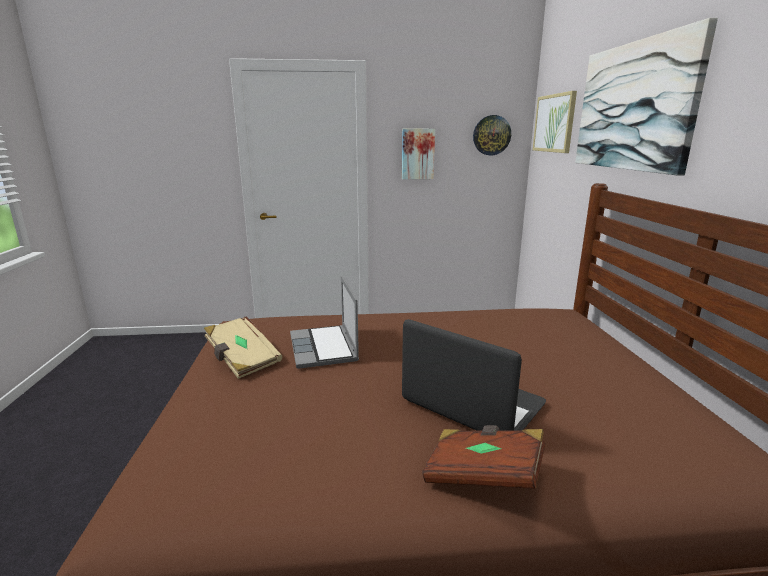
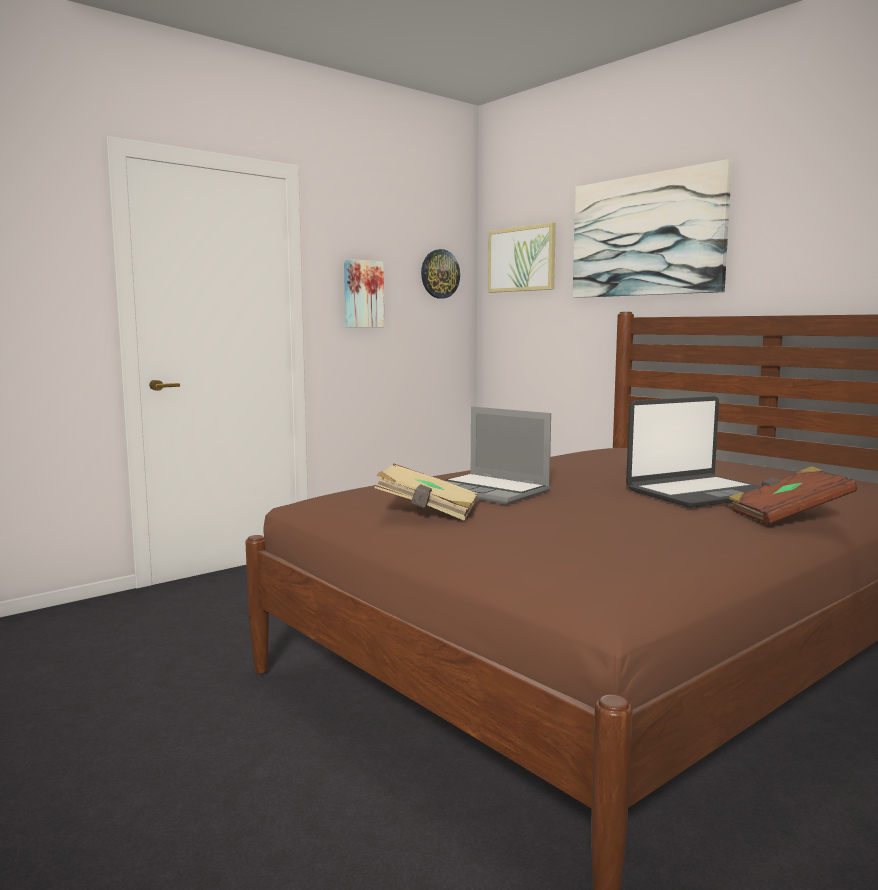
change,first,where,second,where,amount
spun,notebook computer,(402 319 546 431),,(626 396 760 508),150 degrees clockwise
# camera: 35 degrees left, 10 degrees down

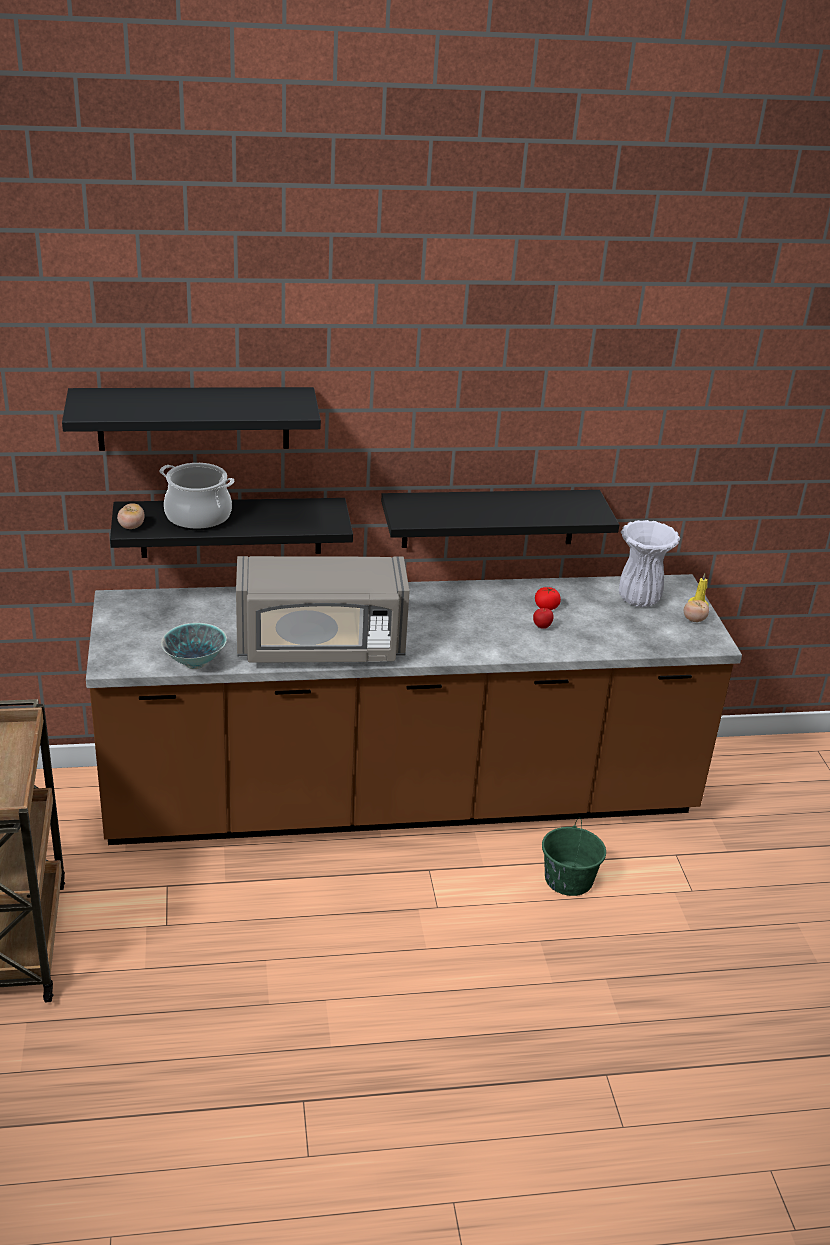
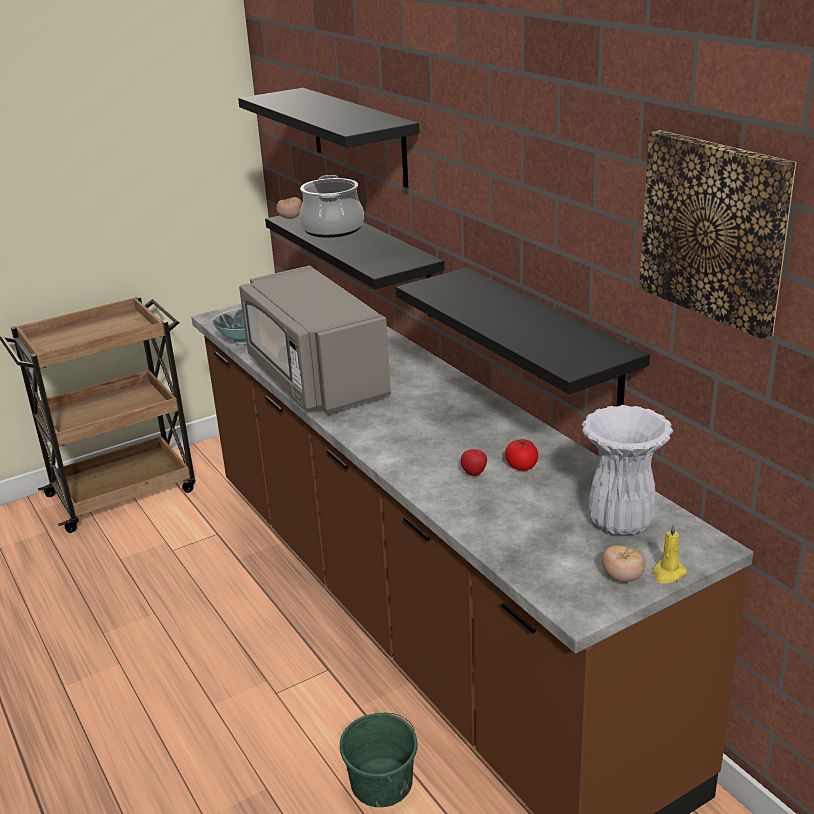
change,first,where,second,where,amount
appeared,,,picture,(639 130 797 339),
# camera: 70 degrees right, 5 degrees down

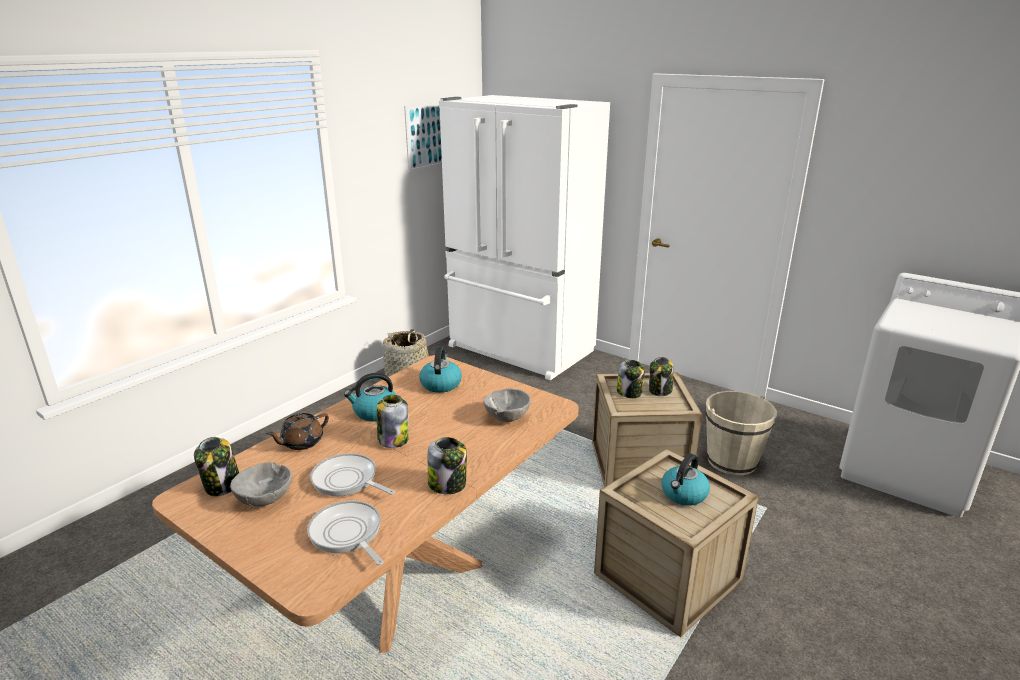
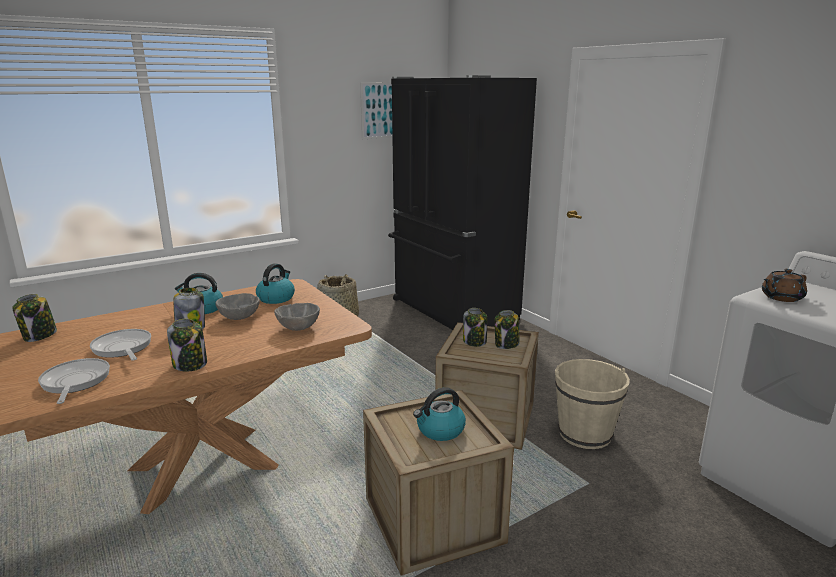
change,first,where,second,where,amount
relocated,gray serving bowl,(230 462 292 507),,(215 293 260 320),
relocated,brown-coloured pot for tea,(266 413 329 450),,(762 269 807 302),
colour,whitish refrigerator,(439 95 610 380),blackish refrigerator,(388 75 537 330),
# camera: 20 degrees right, 5 degrees down

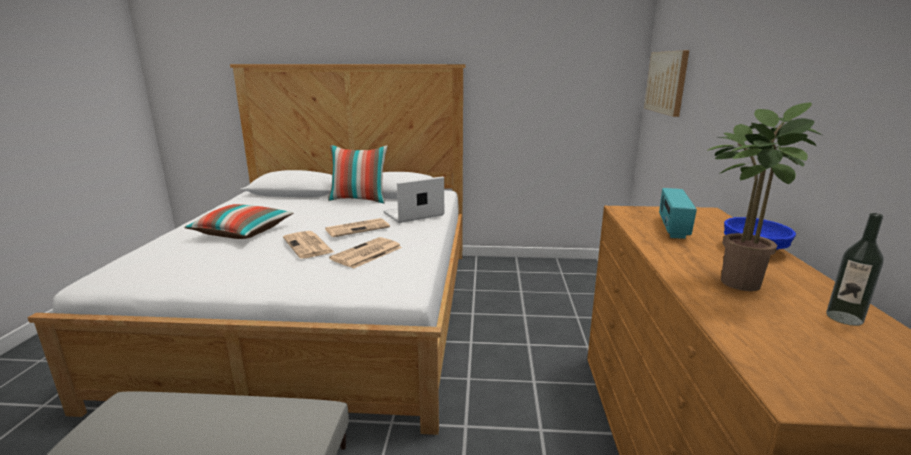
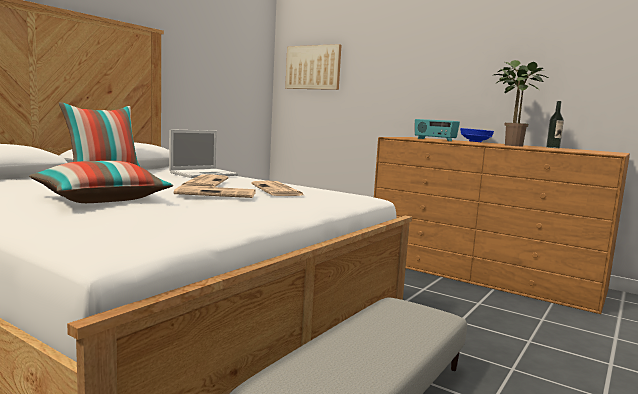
change,first,where,second,where,amount
spun,notebook computer,(384 176 444 223),,(169 129 238 178),135 degrees counterclockwise
# camera: 60 degrees left, 10 degrees down

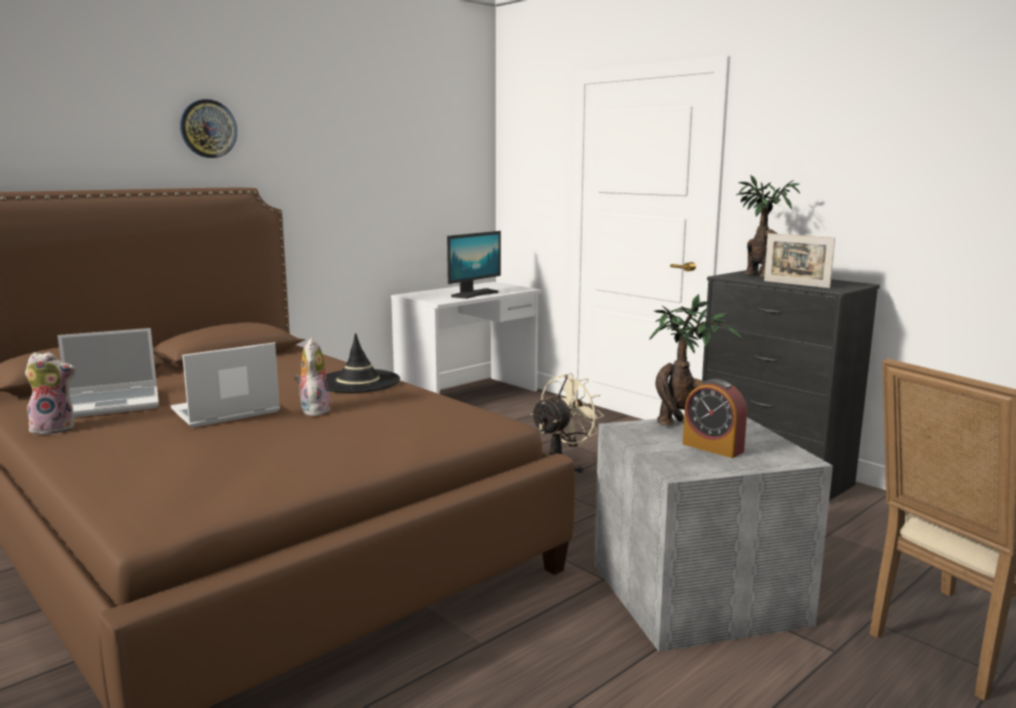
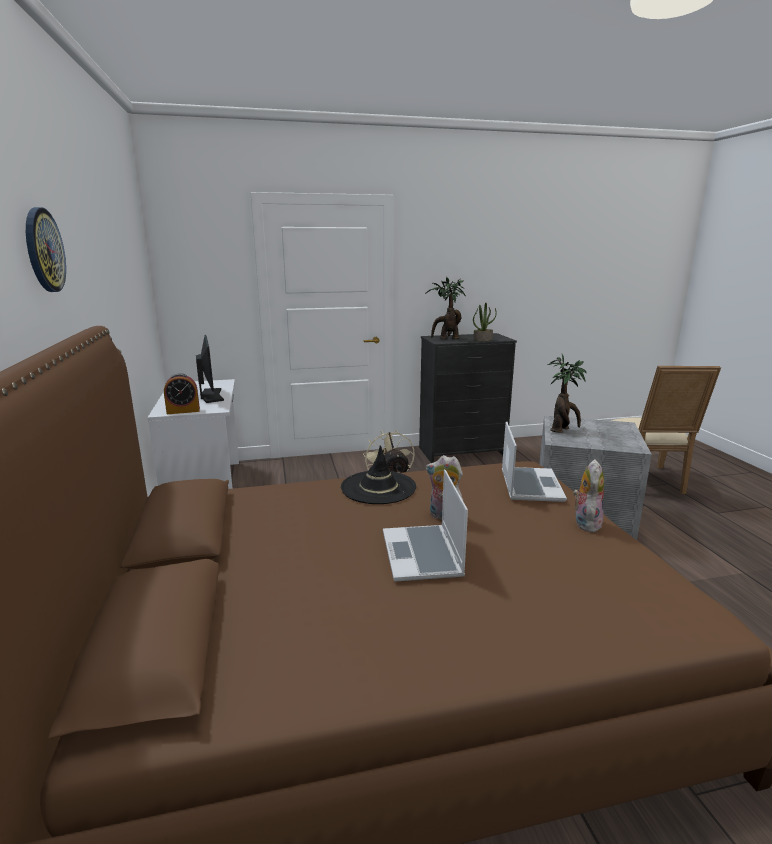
change,first,where,second,where,amount
relocated,soft toy,(25 352 76 435),,(573 459 604 532),
relocated,notebook computer,(57 328 159 417),,(502 422 567 502),
relocated,alarm clock,(683 379 747 458),,(164 373 200 414),
exchanged,picture frame,(764 233 835 288),potted plant,(473 303 497 341),
# camera: 60 degrees left, 5 degrees up

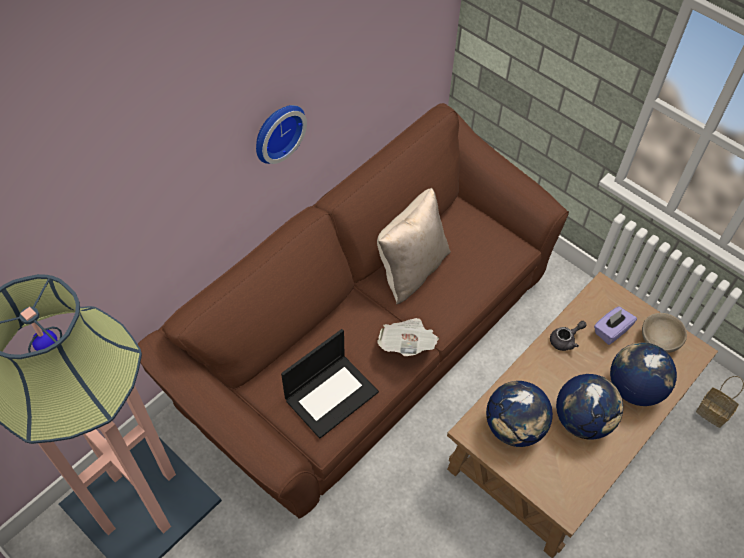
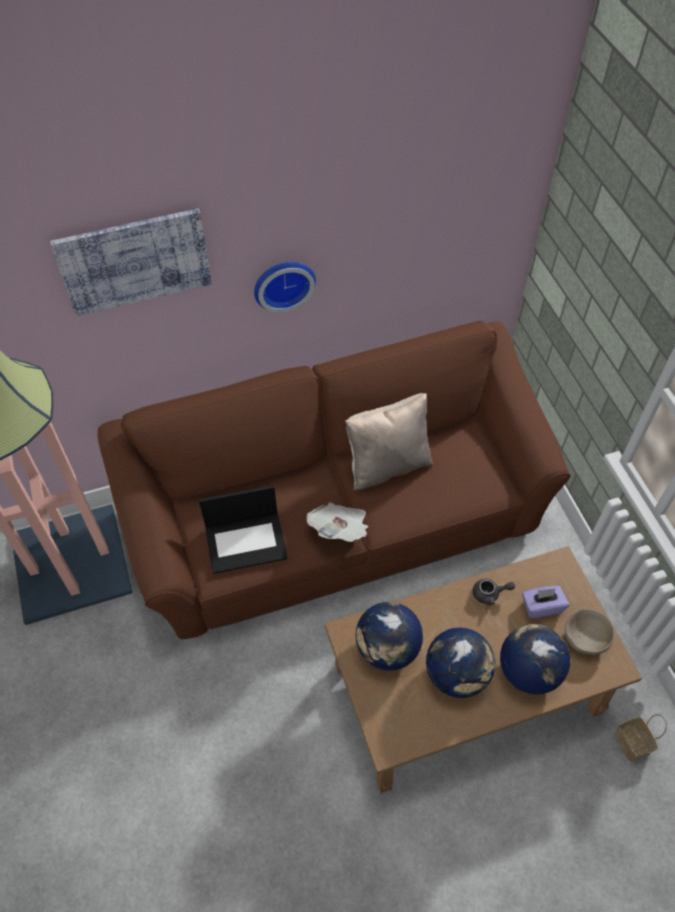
change,first,where,second,where,amount
appeared,,,picture,(50 208 212 316),
# camera: 30 degrees right, 0 degrees up

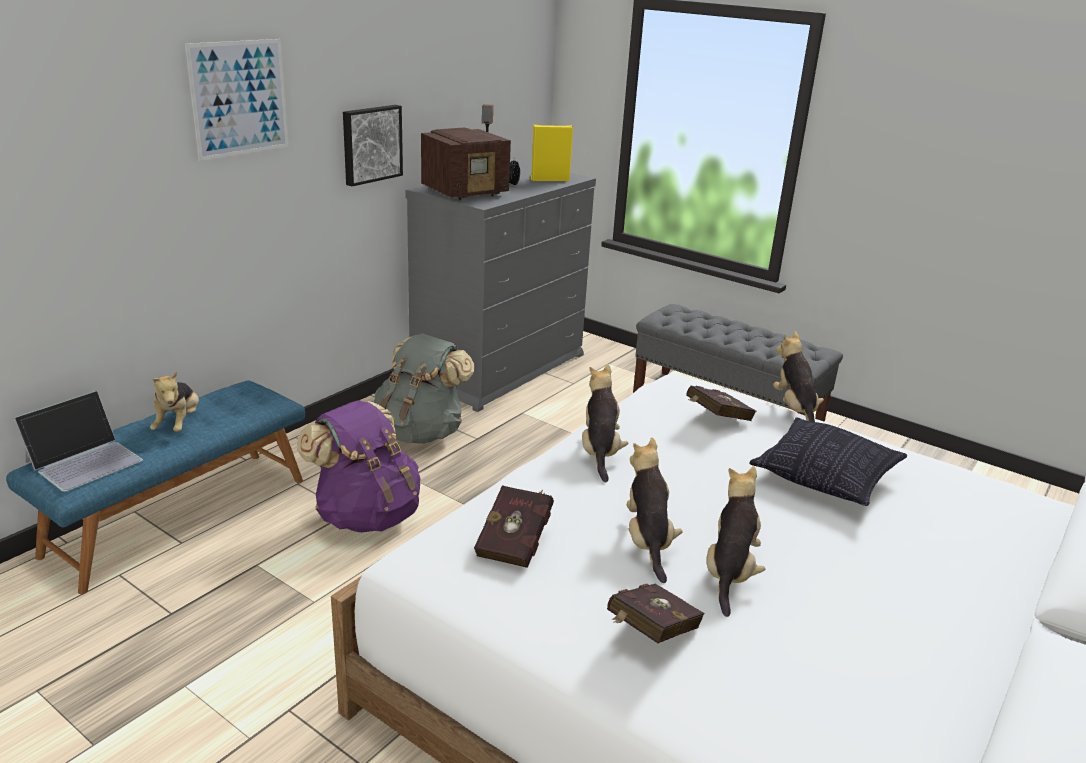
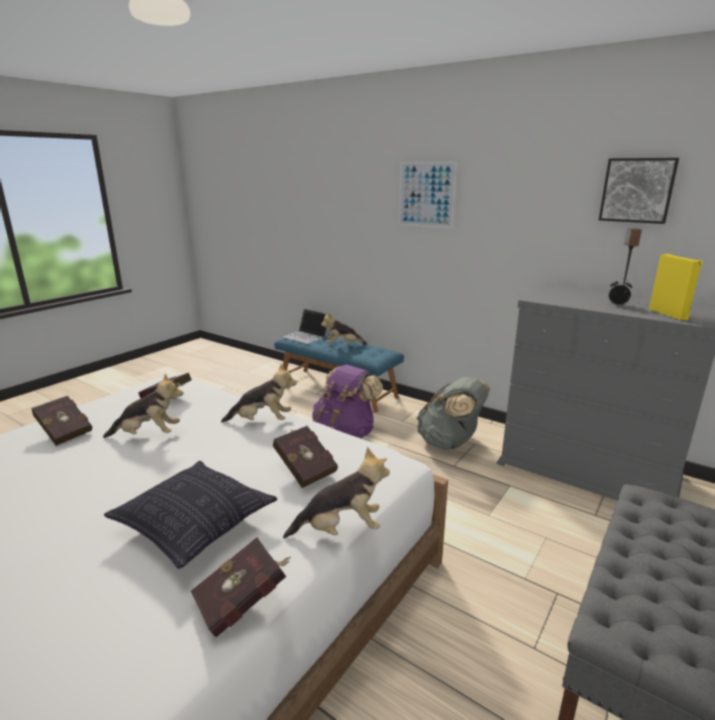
change,first,where,second,where,amount
relocated,picture,(343 105 403 186),,(599 158 679 224),
missing,radio,(421 128 511 200),,,
missing,soft toy,(707 466 765 617),,,
appeared,,,red-coloured bound book,(191 538 291 637),
# camera: 90 degrees right, 5 degrees down

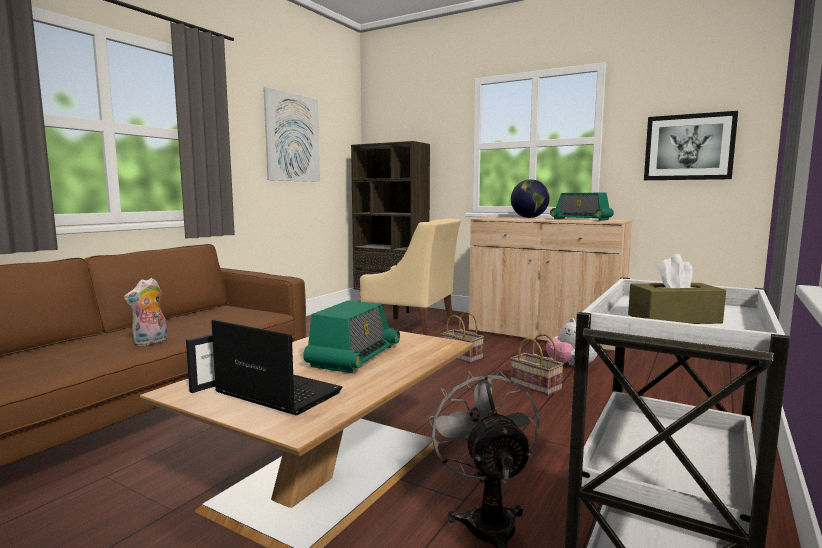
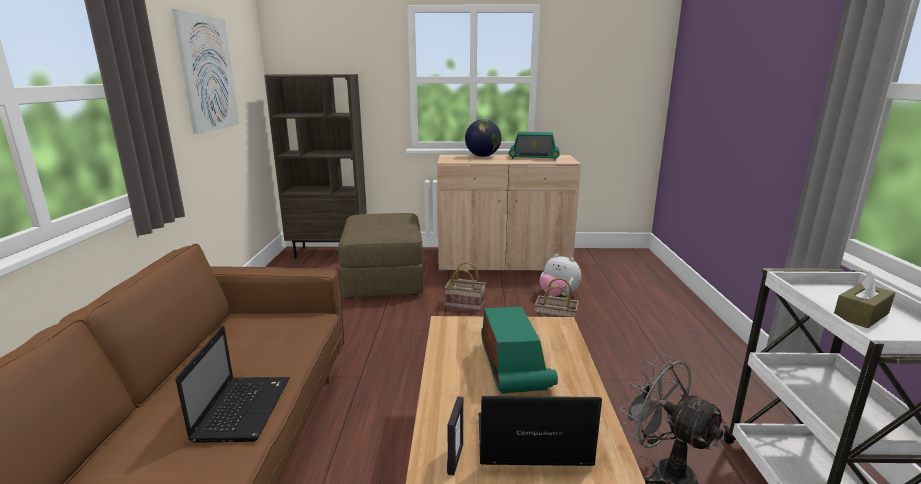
change,first,where,second,where,amount
exchanged,soft toy,(124 278 168 346),notebook computer,(175 326 290 443),
exchanged,beige armchair,(360 219 461 336),brown-coloured pouffe,(338 213 424 298),
missing,picture,(644 111 738 180),,,
# camera: 30 degrees left, 10 degrees up

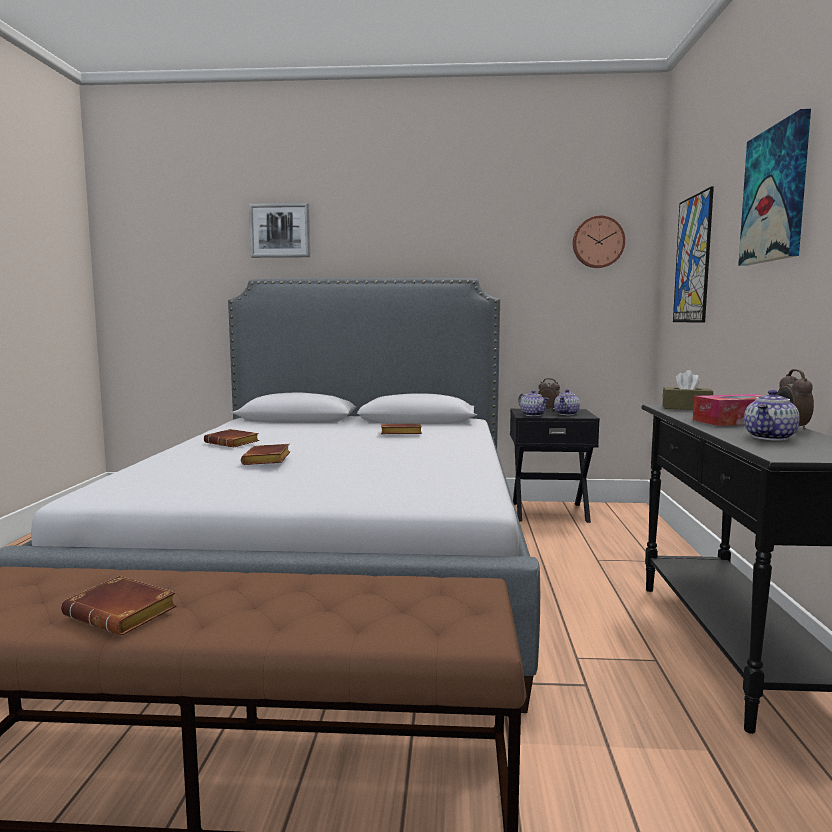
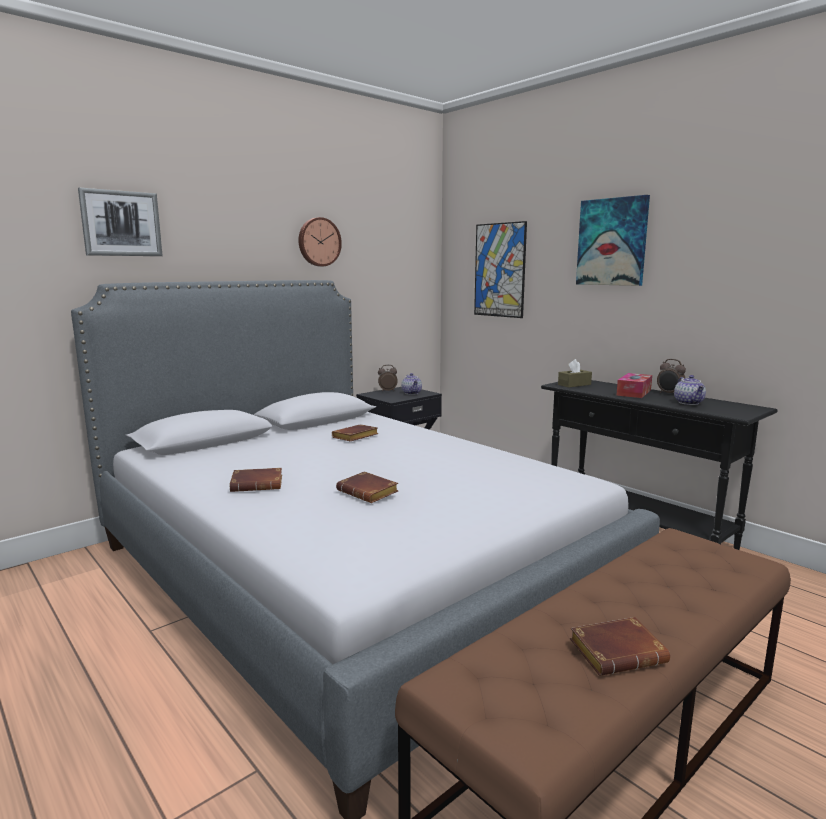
change,first,where,second,where,amount
missing,pot for tea,(518 390 549 416),,,
relocated,wall clock,(573 215 625 268),,(298 217 342 266),
# camera: 45 degrees left, 5 degrees up

